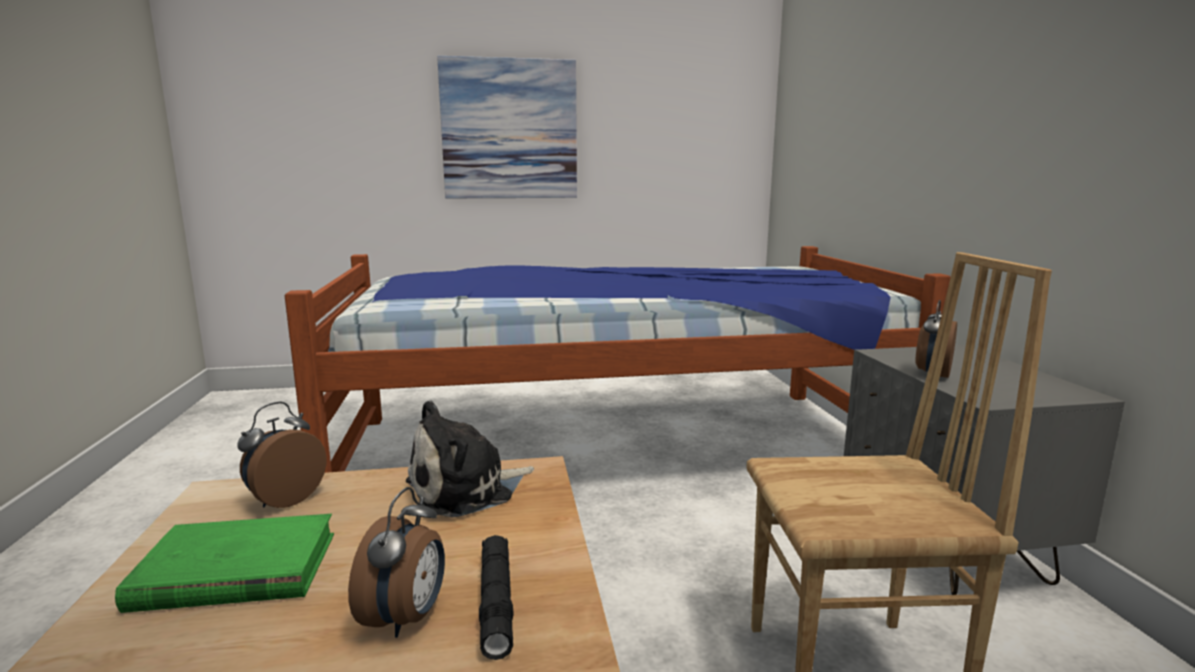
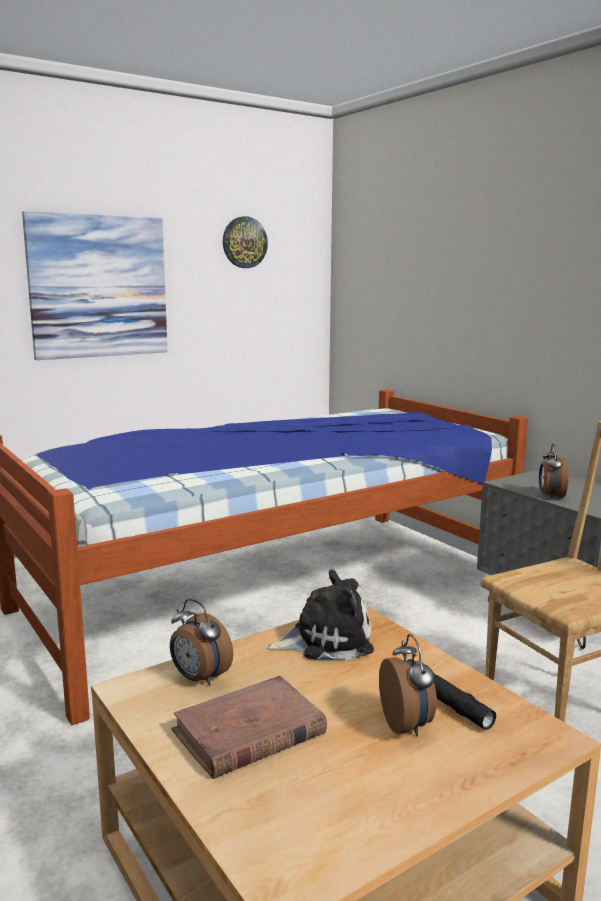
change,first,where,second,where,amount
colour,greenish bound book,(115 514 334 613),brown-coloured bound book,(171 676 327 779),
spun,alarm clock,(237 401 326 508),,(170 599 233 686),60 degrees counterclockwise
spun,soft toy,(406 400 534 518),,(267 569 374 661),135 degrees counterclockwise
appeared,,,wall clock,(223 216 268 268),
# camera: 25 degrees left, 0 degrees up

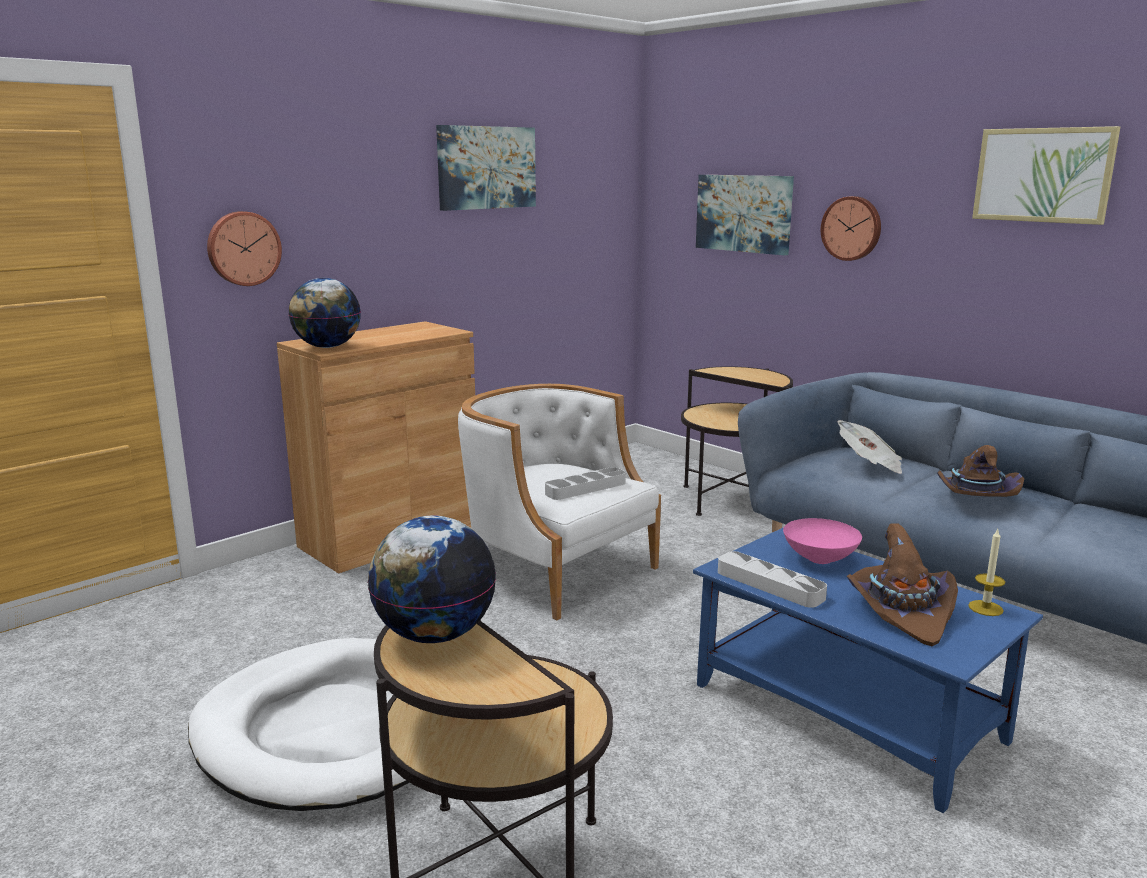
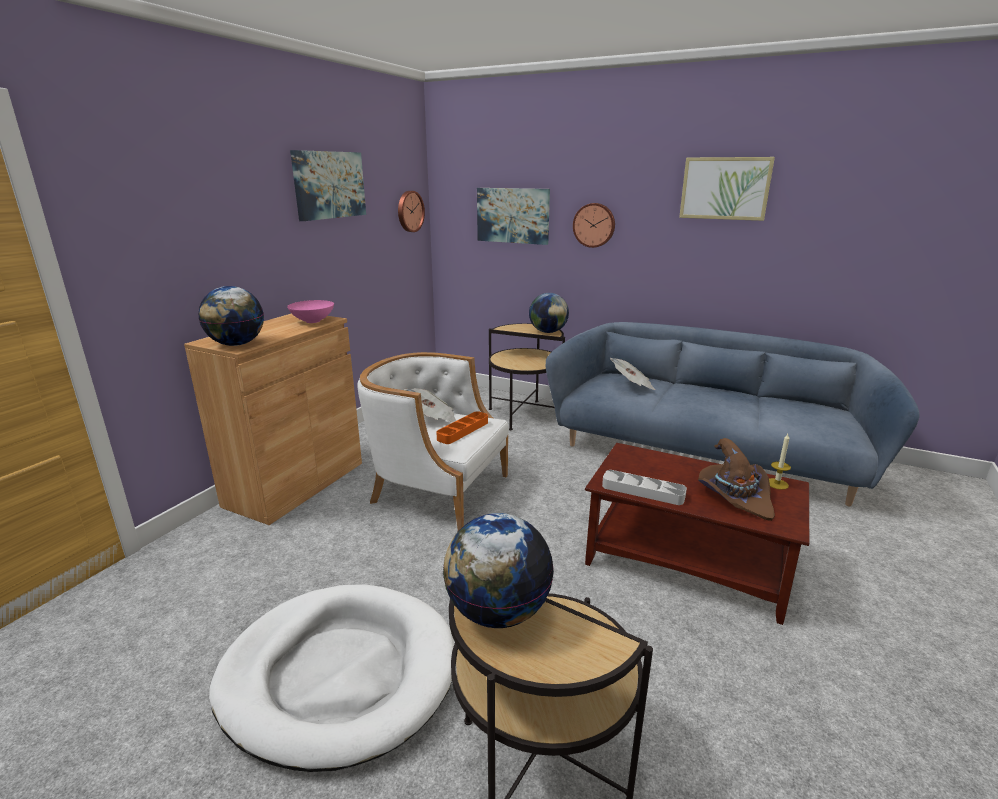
change,first,where,second,where,amount
relocated,wall clock,(207 211 282 286),,(398 191 425 232),
colour,gray serving tray,(545 467 626 500),orange-coloured serving tray,(436 411 488 444),
colour,blue low table,(693 528 1043 813),brown-coloured low table,(585 443 809 625),
relocated,pink-coloured serving bowl,(783 518 862 564),,(287 300 334 323),
missing,brown-coloured hat,(937 445 1024 497),,,
appeared,,,printed paper,(404 388 456 422),
appeared,,,world globe,(529 293 569 333),
# camera: 20 degrees left, 5 degrees up

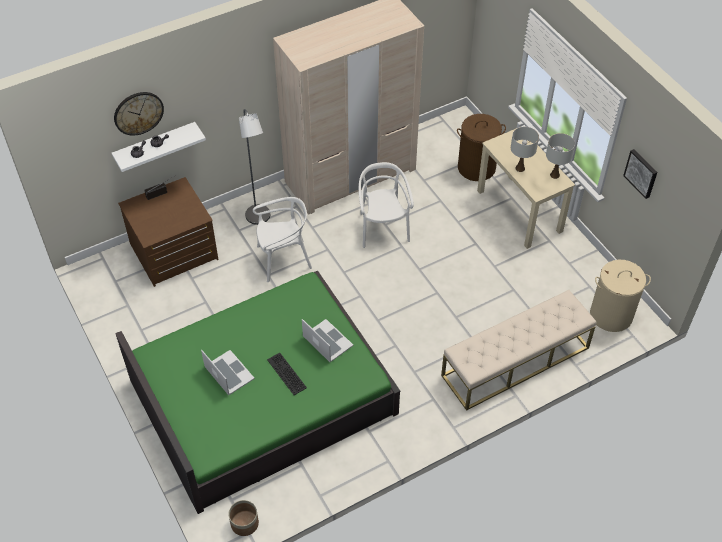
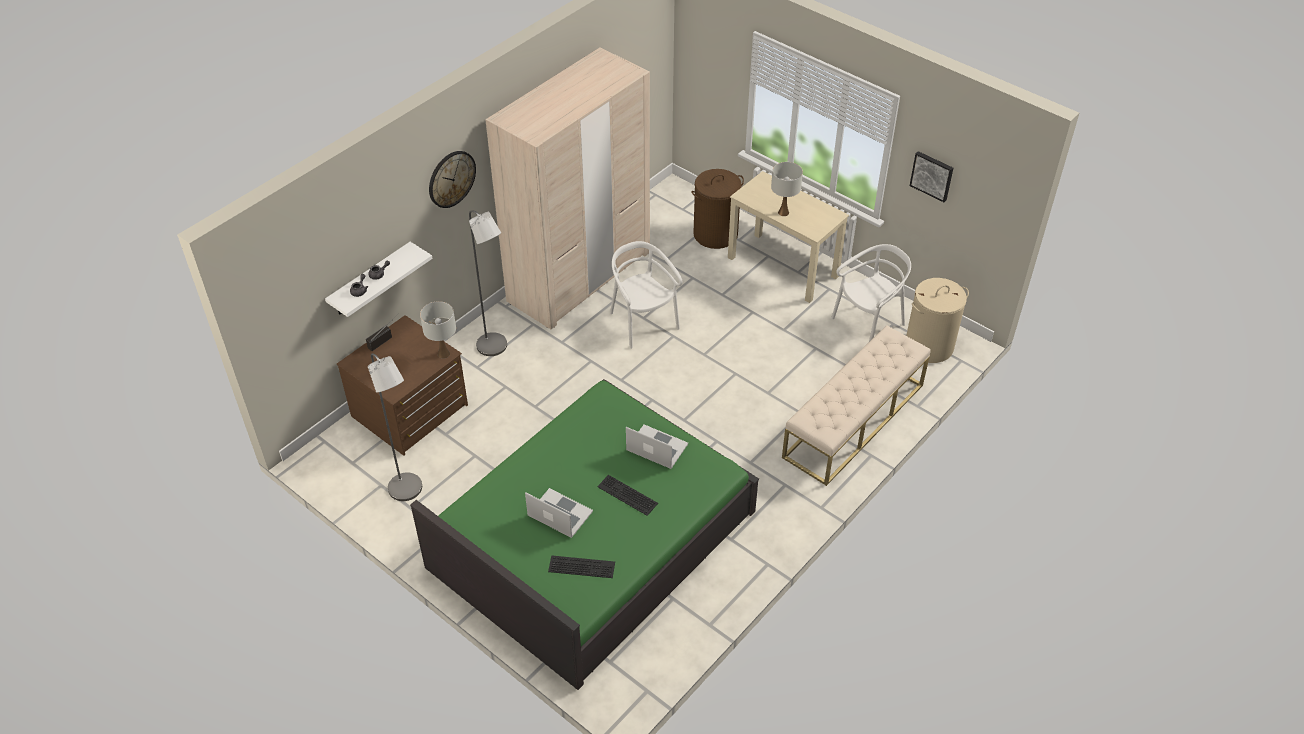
change,first,where,second,where,amount
relocated,wall clock,(114 92 164 135),,(429 151 476 208),
missing,planter,(228 500 259 536),,,
relocated,whitish chair,(253 197 312 282),,(831 244 911 342),
relocated,whitish table lamp,(546 133 575 179),,(420 301 456 359),
appeared,,,gray standard lamp,(368 353 422 501),
appeared,,,keyboard,(548 555 615 578),
# camera: 20 degrees left, 5 degrees down

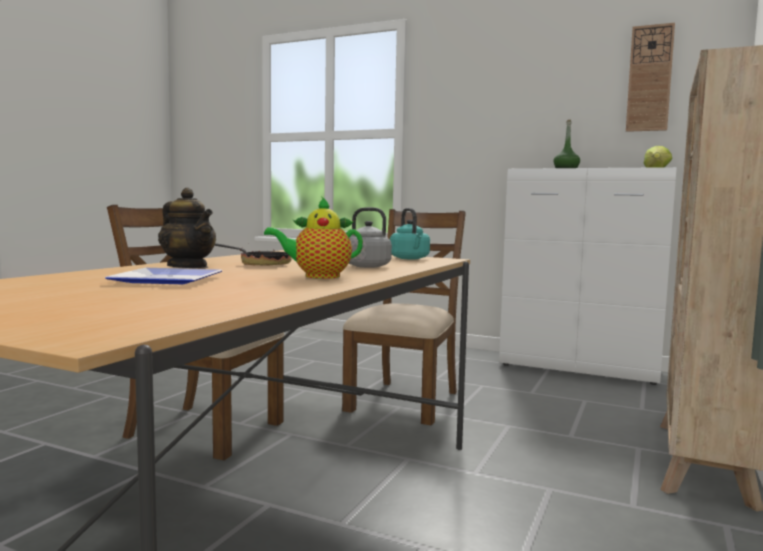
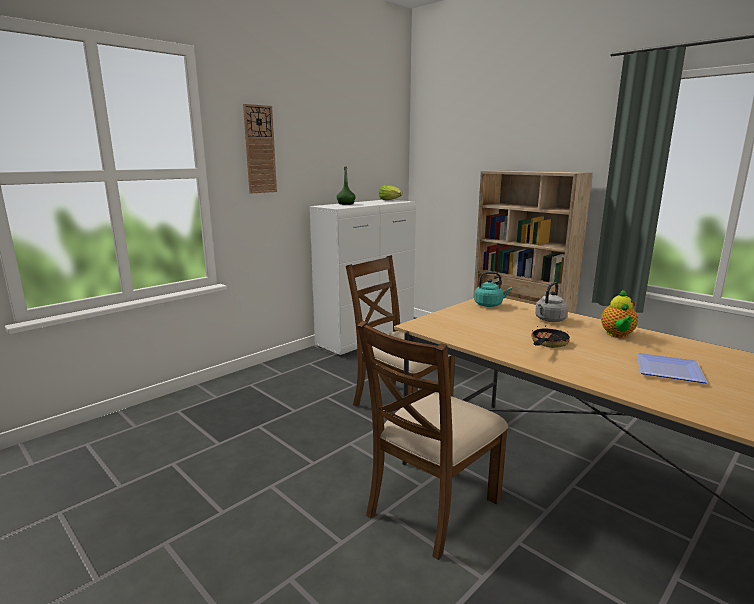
change,first,where,second,where,amount
missing,pot for tea,(158 188 216 268),,,
relocated,wall clock,(626 23 675 132),,(243 104 277 193),
# camera: 70 degrees left, 10 degrees up

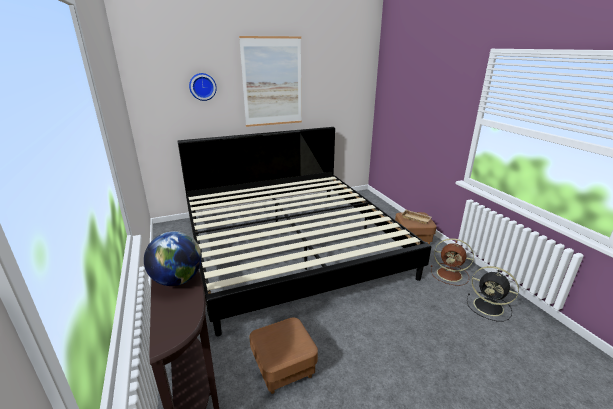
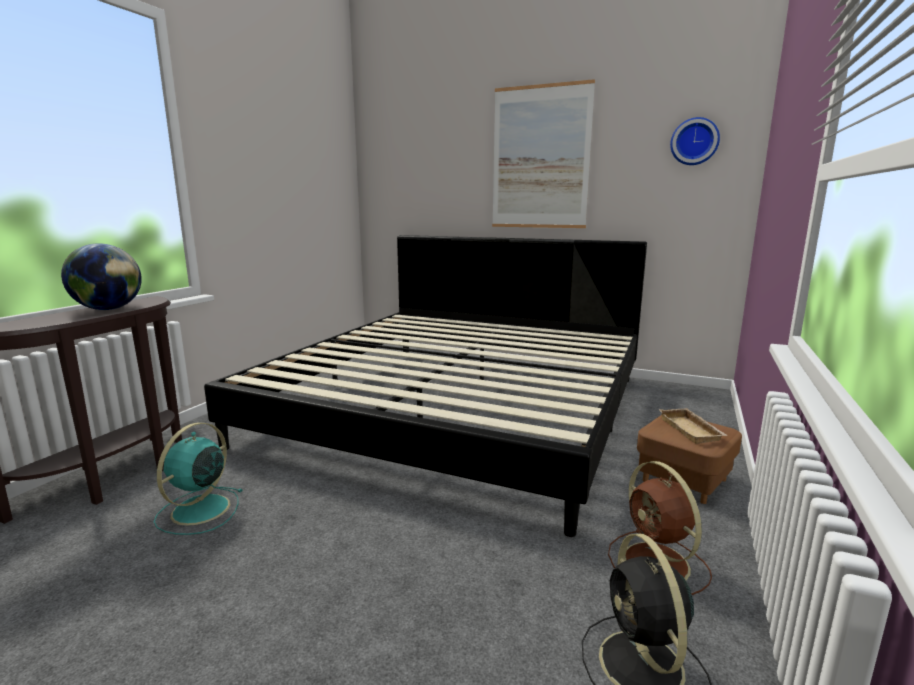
change,first,where,second,where,amount
relocated,wall clock,(189 73 217 101),,(670 117 720 165),
exchanged,brown-coloured pouffe,(249 318 318 394),turquoise-coloured fan,(154 422 243 535),
# camera: 45 degrees right, 10 degrees down

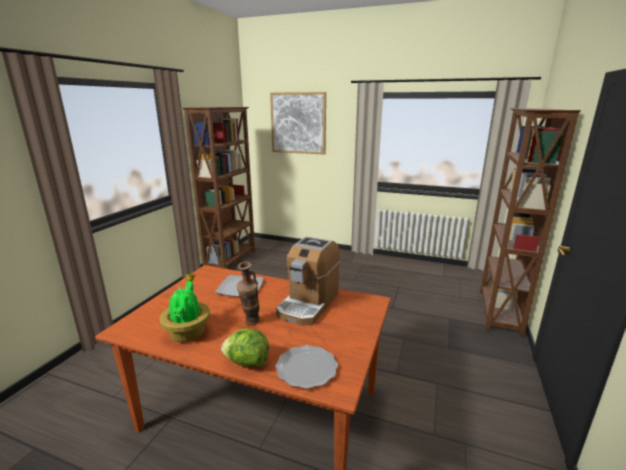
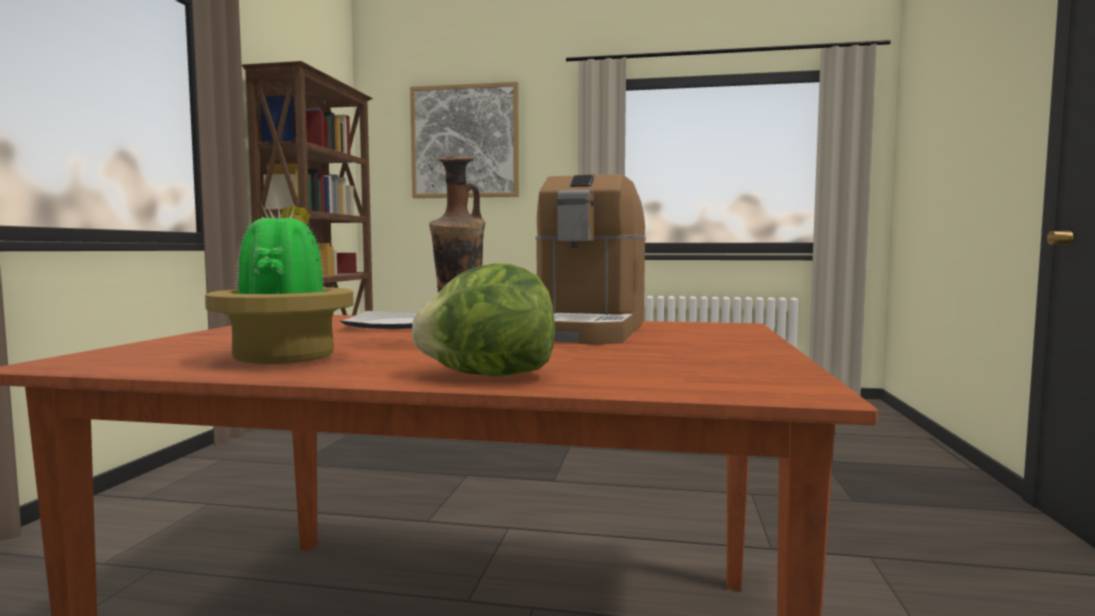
change,first,where,second,where,amount
missing,dinner plate,(275 345 338 389),,,
missing,brown-coloured shelving unit,(480 108 581 338),,,
# camera: 10 degrees left, 15 degrees down

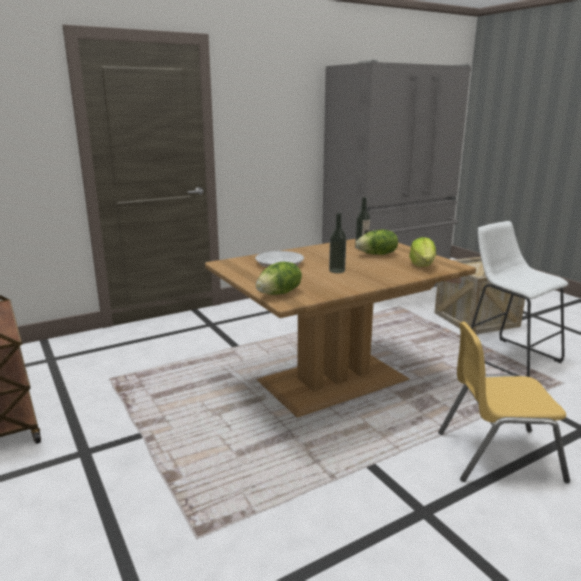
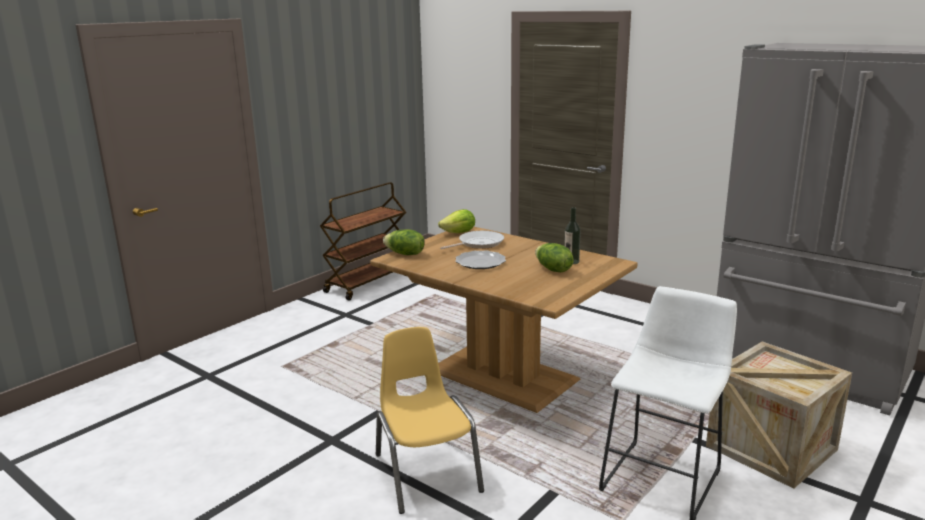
change,first,where,second,where,amount
exchanged,drink bottle,(329 213 346 273),dinner plate,(455 250 506 269),
relocated,lettuce head,(409 237 436 267),,(438 209 475 233),
# camera: 70 degrees right, 0 degrees up

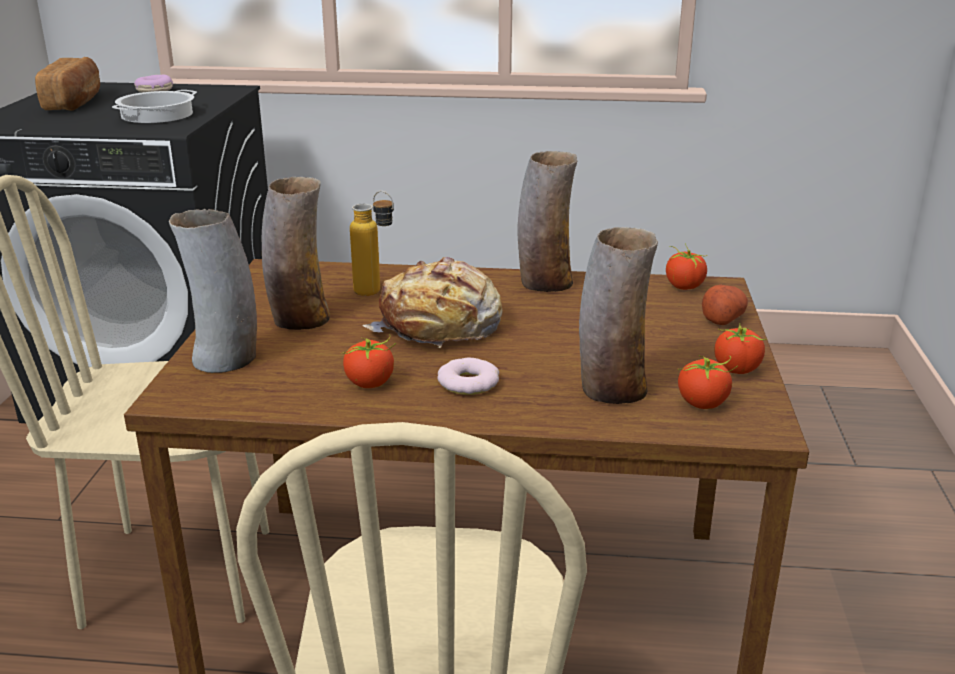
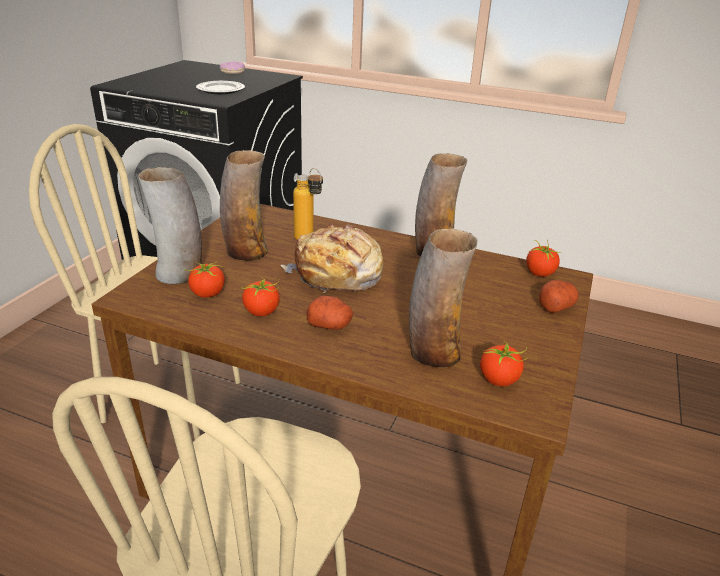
change,first,where,second,where,amount
missing,bread,(35 57 100 111),,,
exchanged,stockpot,(112 90 197 123),dinner plate,(196 81 245 94),
exchanged,doughnut,(437 358 499 395),spud,(306 296 353 330),
relocated,tomato,(714 323 768 374),,(184 261 225 298),
# camera: 15 degrees right, 5 degrees up

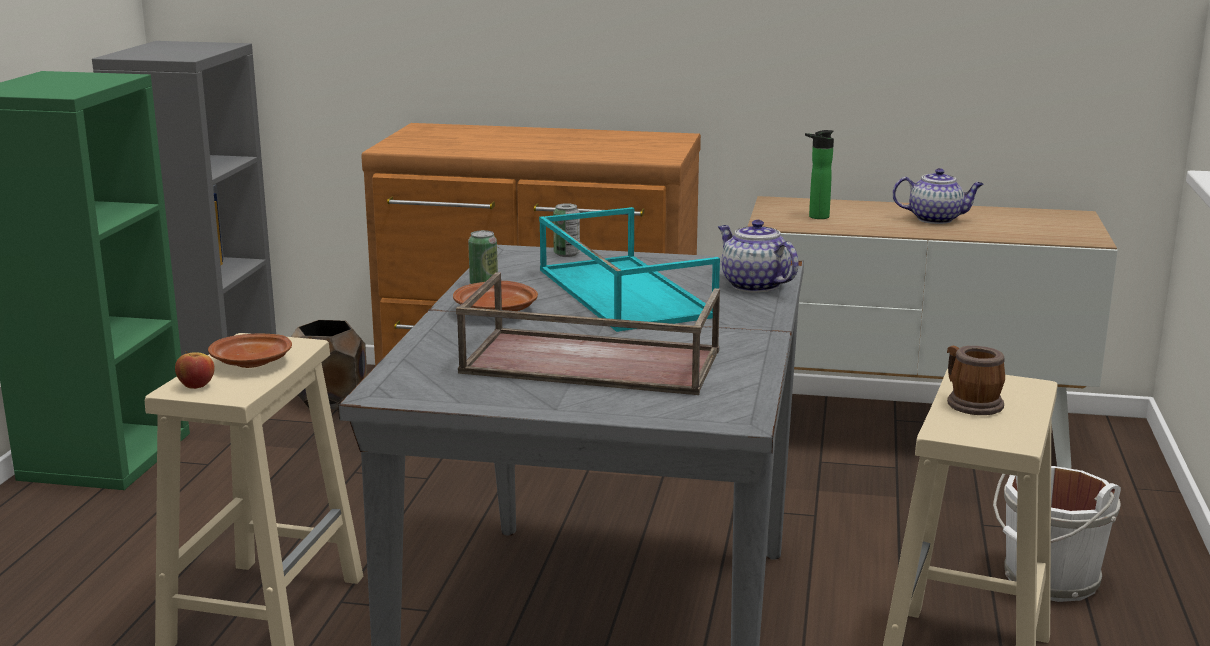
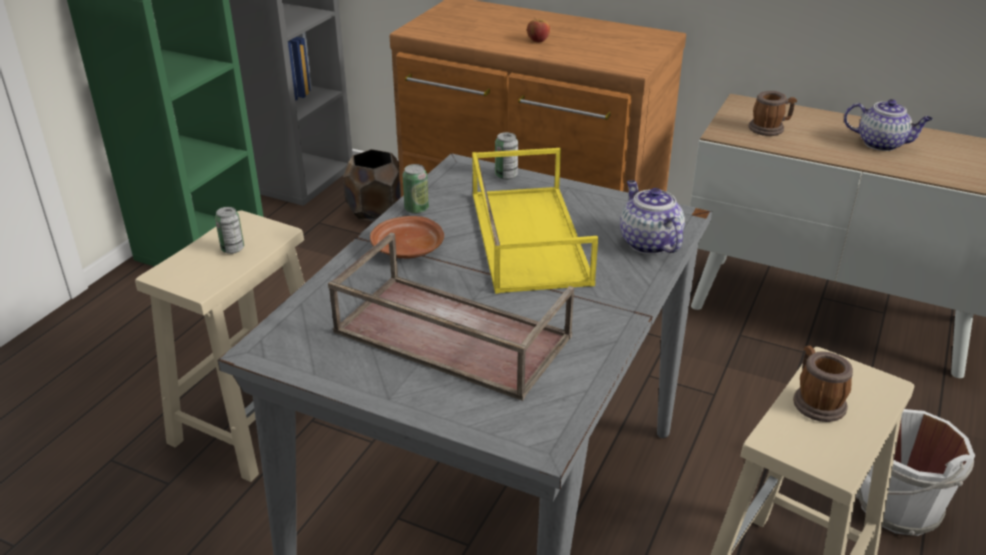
change,first,where,second,where,amount
relocated,apple,(175 351 214 389),,(527 19 550 43),
exchanged,brown-coloured dinner plate,(208 334 292 368),can,(215 207 244 254),
colour,turquoise-coloured serving tray,(539 207 720 332),yellow-coloured serving tray,(472 148 598 294),
exchanged,drink bottle,(805 130 834 219),mug,(749 91 797 136),
# camera: 15 degrees right, 15 degrees up

